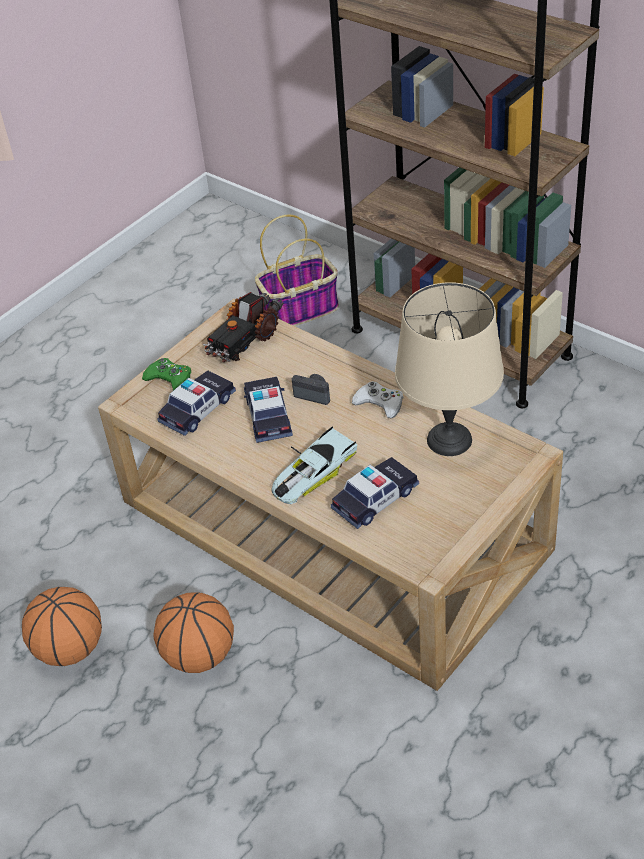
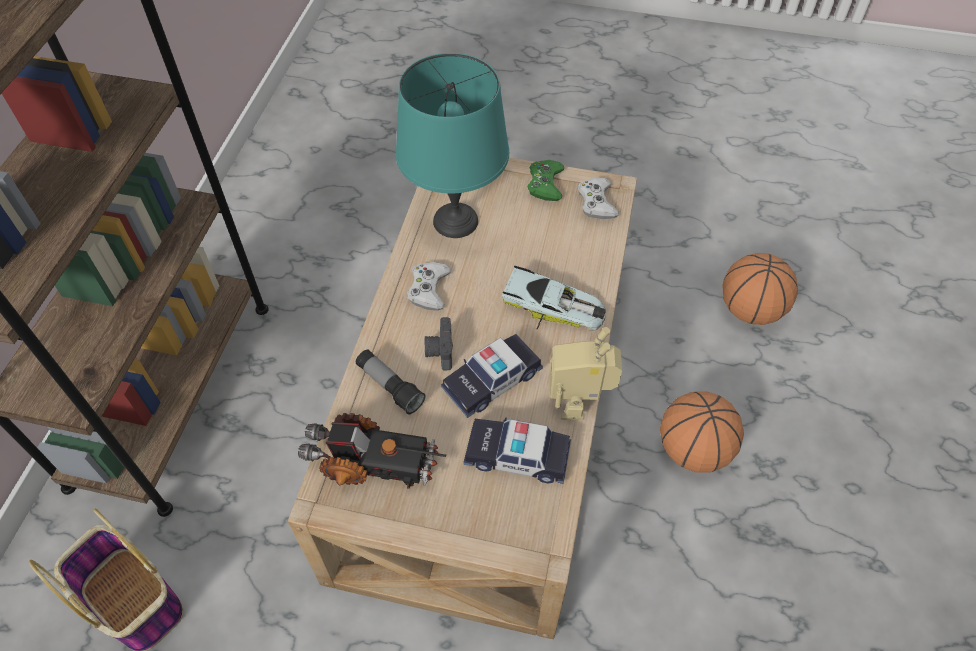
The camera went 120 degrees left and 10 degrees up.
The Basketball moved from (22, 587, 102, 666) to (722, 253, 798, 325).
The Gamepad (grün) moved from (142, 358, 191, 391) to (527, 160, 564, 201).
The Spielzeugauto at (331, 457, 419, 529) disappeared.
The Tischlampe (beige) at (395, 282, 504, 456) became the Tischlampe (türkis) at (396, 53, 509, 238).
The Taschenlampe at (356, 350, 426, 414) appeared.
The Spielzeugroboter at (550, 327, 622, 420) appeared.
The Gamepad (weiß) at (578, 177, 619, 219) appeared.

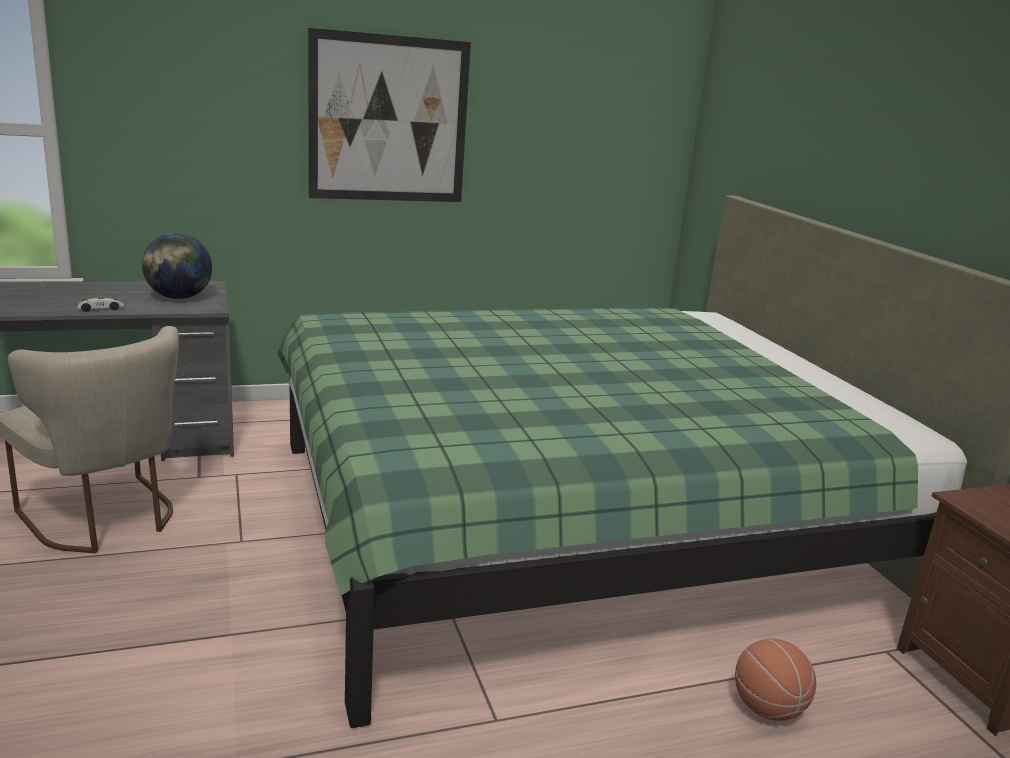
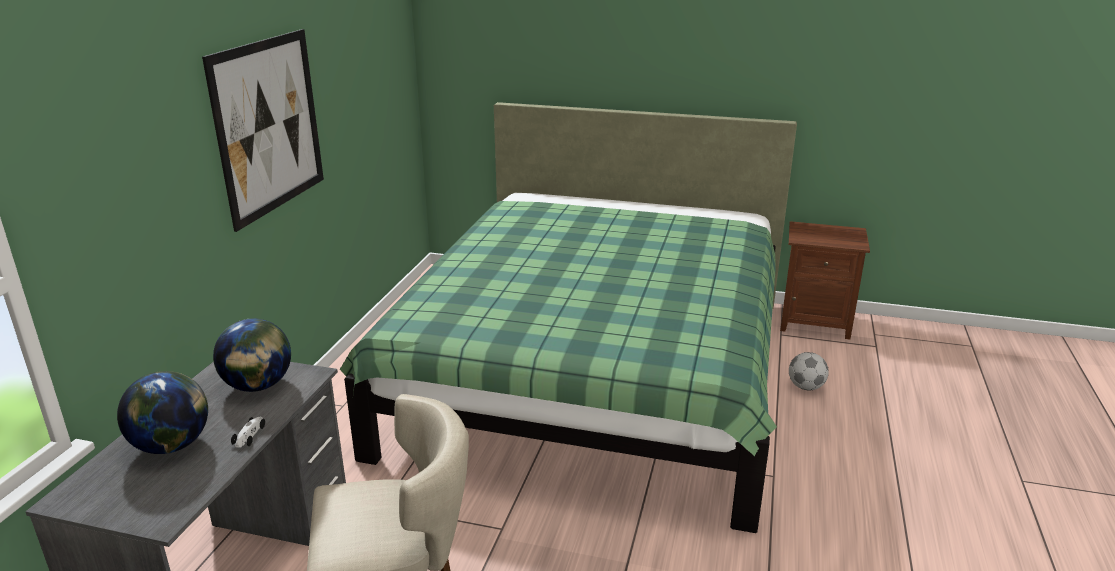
The camera went 55 degrees left and 5 degrees up.
The Basketball at (735, 638, 816, 721) was replaced by the Fußball at (789, 352, 829, 391).
The Globus at (117, 371, 208, 454) appeared.

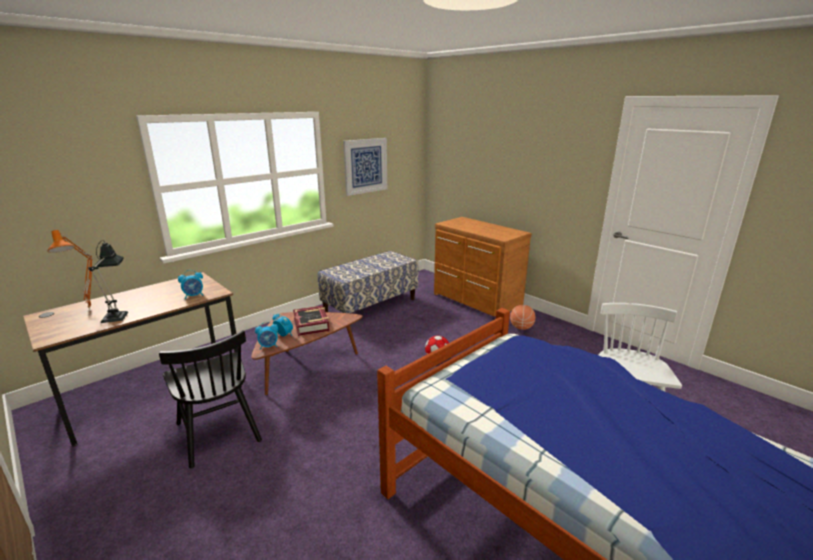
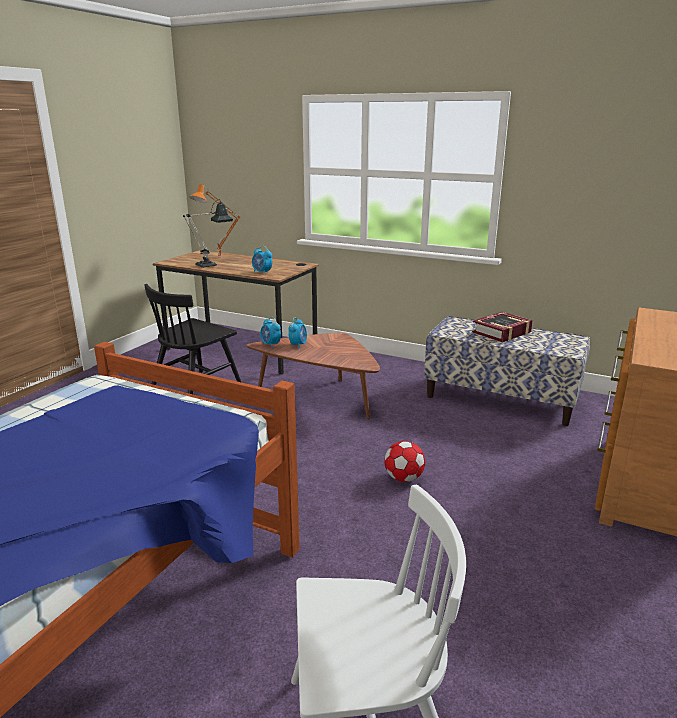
The camera went 70 degrees right and 0 degrees up.
The Buch moved from (293, 306, 330, 336) to (472, 312, 533, 342).
The Bild at (343, 138, 387, 196) disappeared.
The Basketball at (510, 305, 536, 330) disappeared.

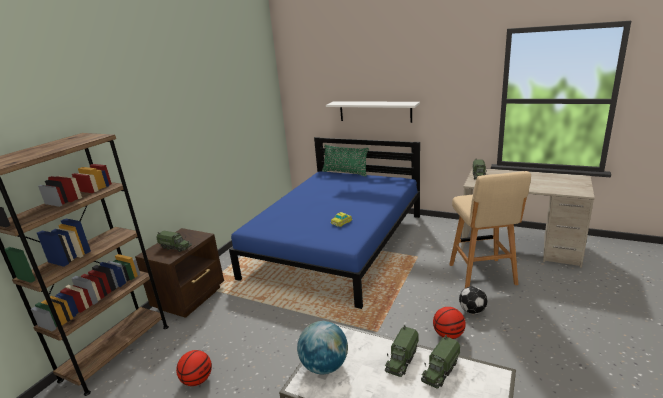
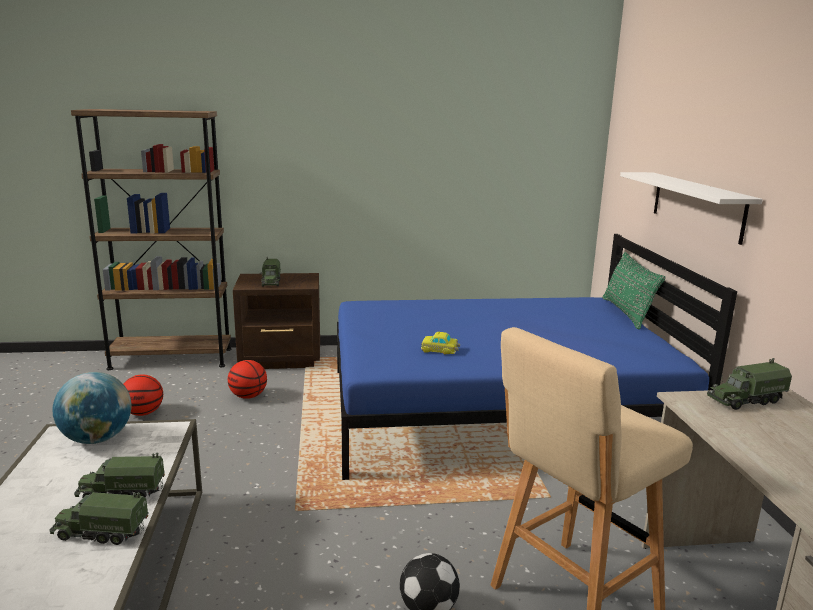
The camera went 55 degrees right and 5 degrees down.
The Basketball moved from (433, 307, 466, 339) to (228, 360, 267, 399).

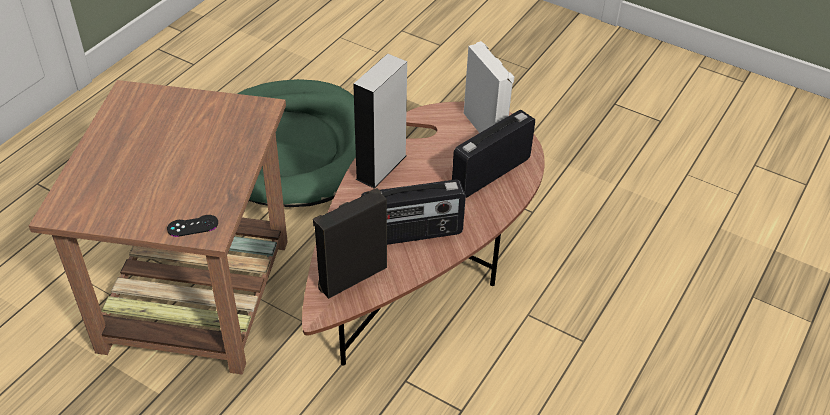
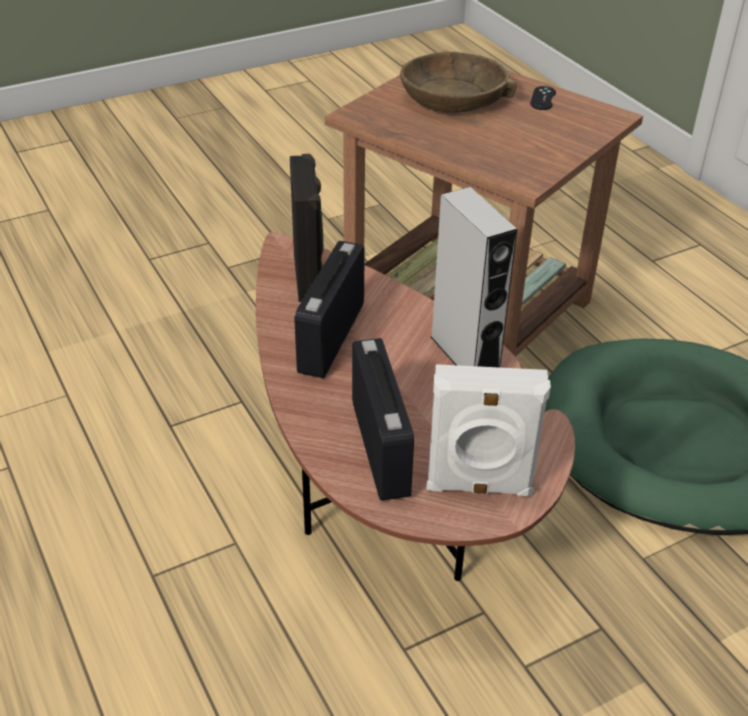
The camera went 120 degrees right and 5 degrees down.
The Gamepad (schwarz) moved from (167, 215, 218, 237) to (530, 86, 556, 110).
The Schüssel (braun) at (400, 52, 517, 113) appeared.

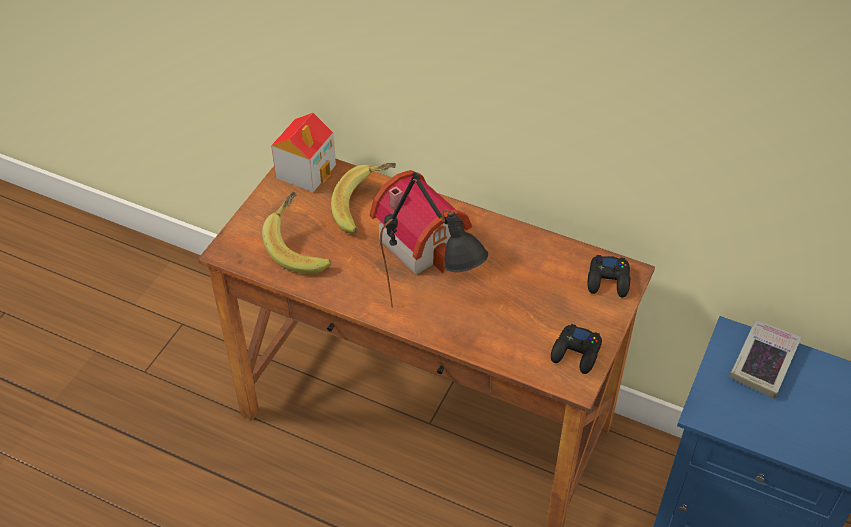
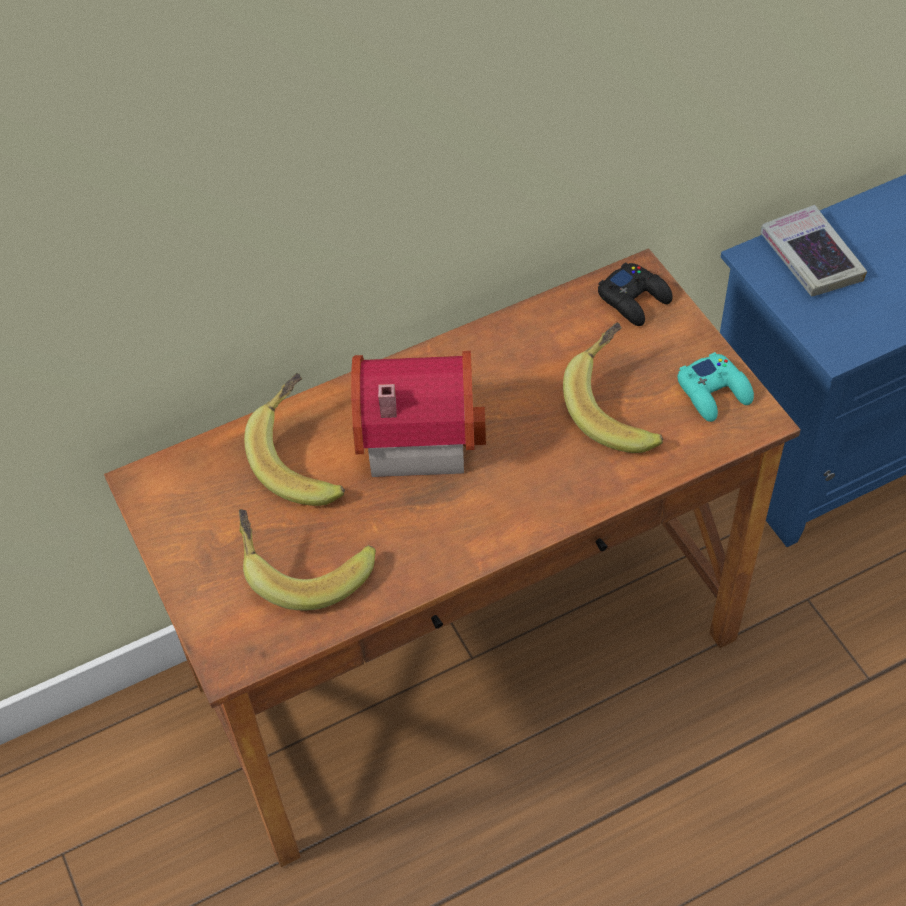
The camera went 50 degrees left and 5 degrees up.
The Spielzeughaus at (271, 113, 336, 192) disappeared.
The Tischlampe (schwarz) at (380, 172, 488, 308) disappeared.
The Gamepad (schwarz) at (551, 324, 602, 374) became the Gamepad (türkis) at (677, 352, 754, 422).
The Banane at (563, 322, 663, 453) appeared.

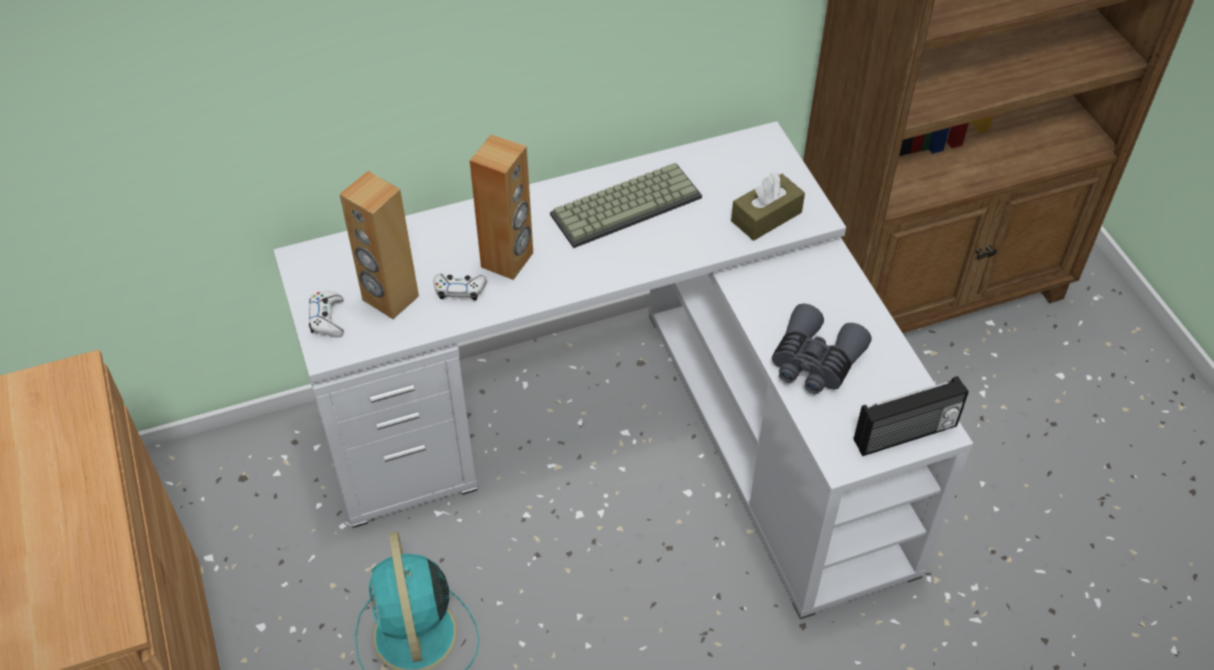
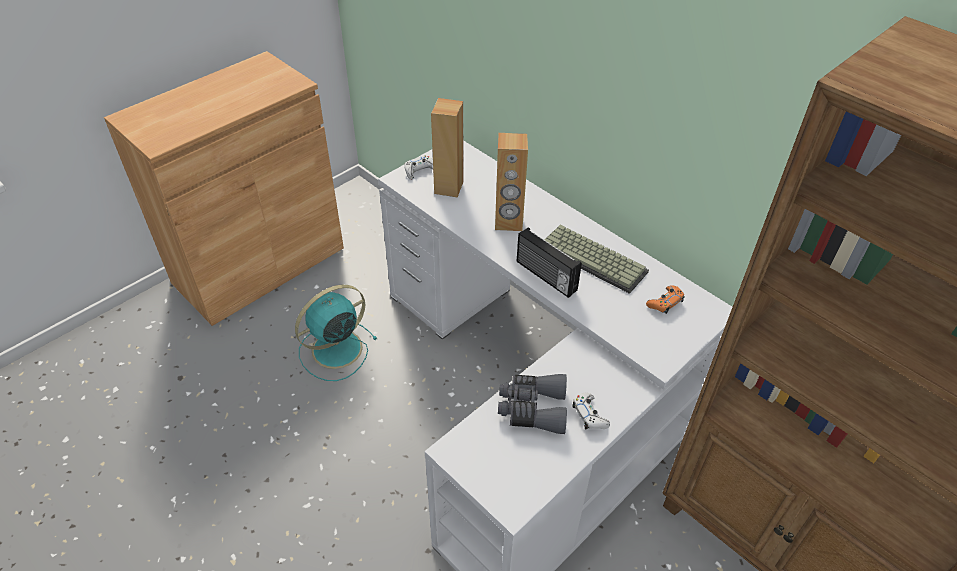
The camera went 65 degrees right and 5 degrees down.
The Gamepad (weiß) moved from (433, 274, 487, 301) to (572, 393, 610, 429).
The Taschentuchbox (braun) at (731, 173, 805, 241) disappeared.
The Radio moved from (854, 376, 969, 456) to (517, 227, 582, 298).
The Gamepad (orange) at (646, 286, 685, 314) appeared.

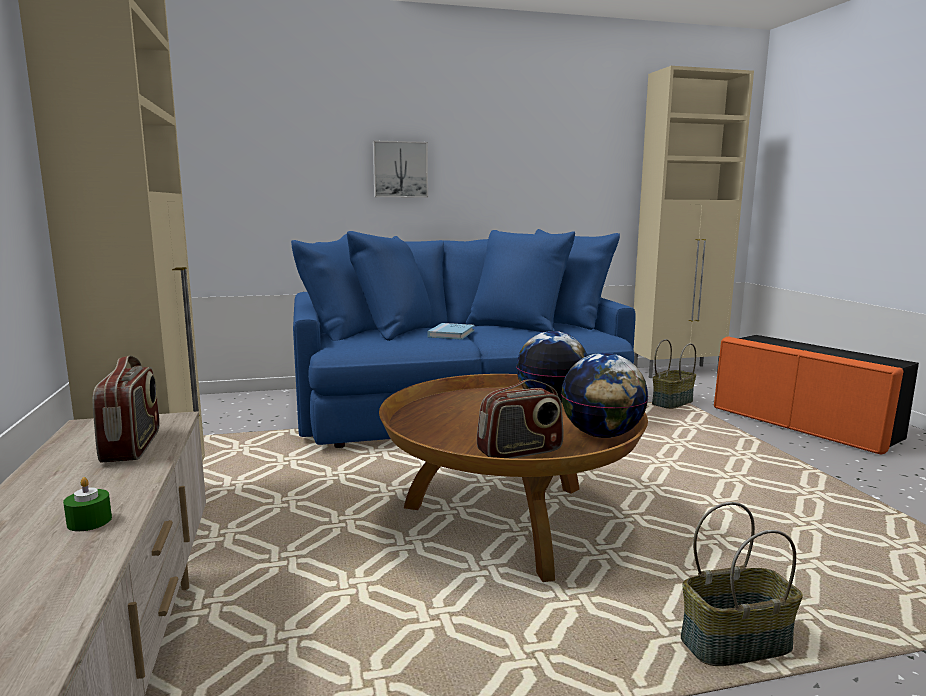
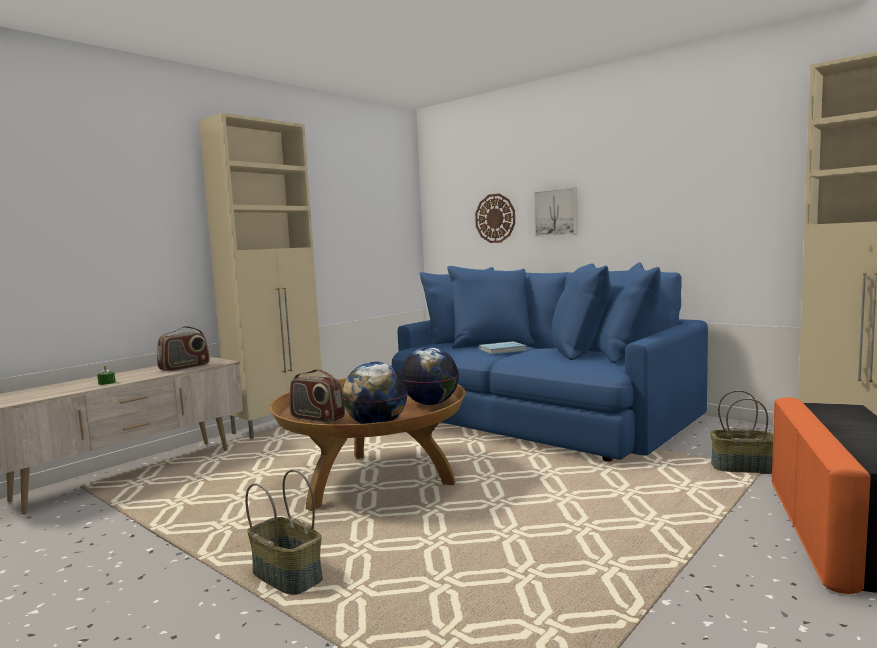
The camera went 55 degrees right and 5 degrees down.
The Wanduhr at (475, 194, 515, 243) appeared.

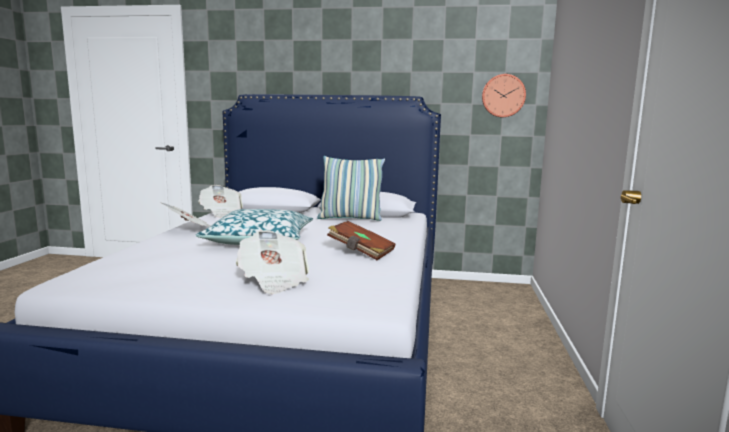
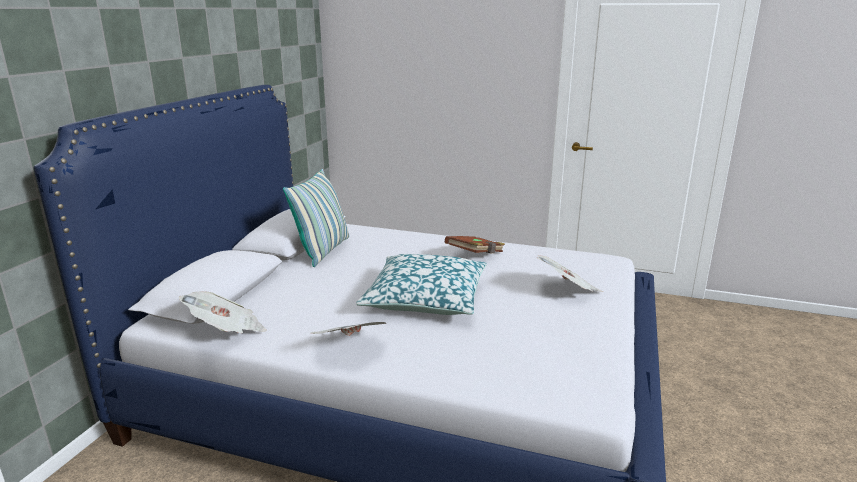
The camera went 80 degrees left and 10 degrees up.
The Wanduhr at (482, 74, 526, 117) disappeared.

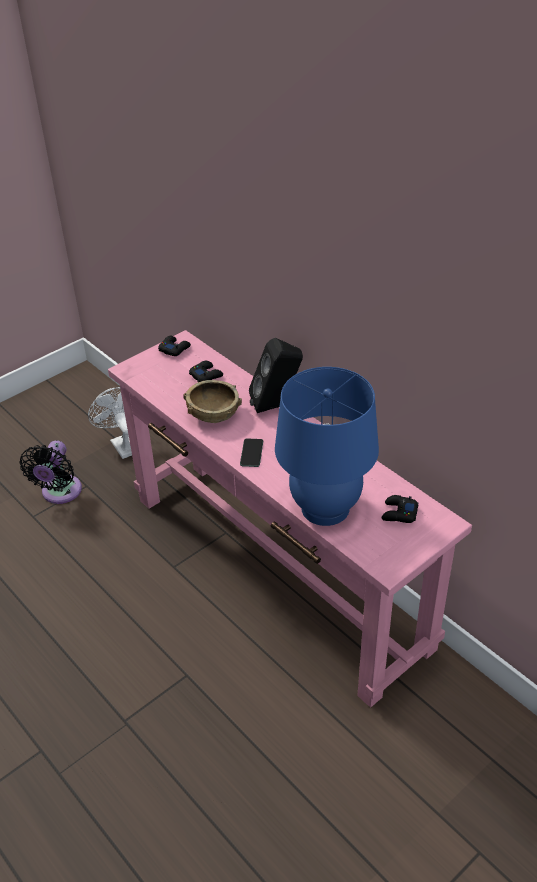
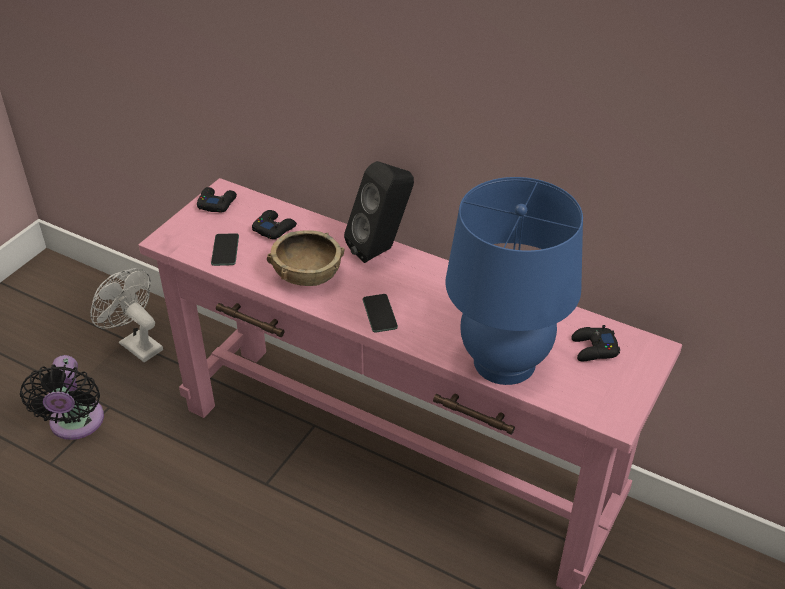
The camera went 20 degrees left and 0 degrees up.
The Handy at (211, 233, 239, 266) appeared.

